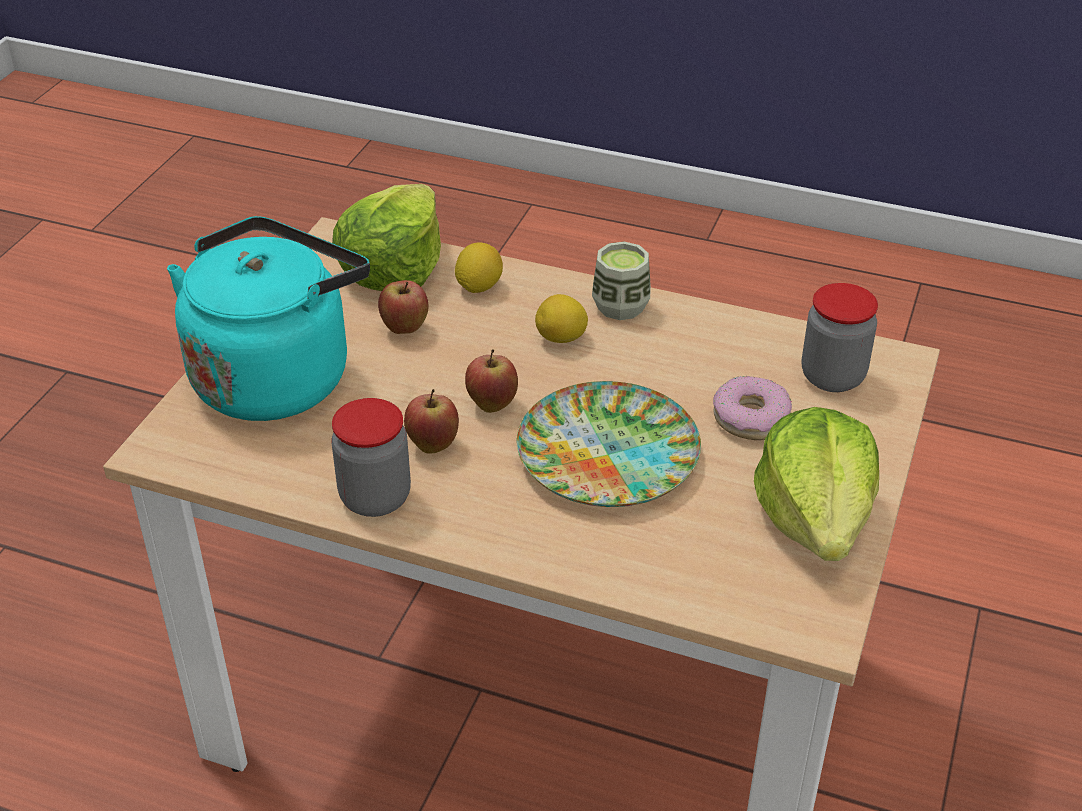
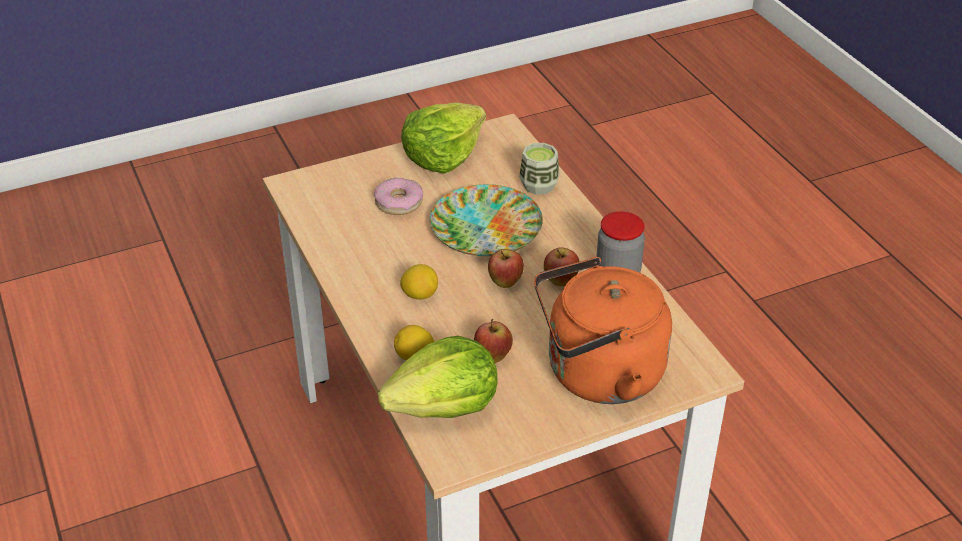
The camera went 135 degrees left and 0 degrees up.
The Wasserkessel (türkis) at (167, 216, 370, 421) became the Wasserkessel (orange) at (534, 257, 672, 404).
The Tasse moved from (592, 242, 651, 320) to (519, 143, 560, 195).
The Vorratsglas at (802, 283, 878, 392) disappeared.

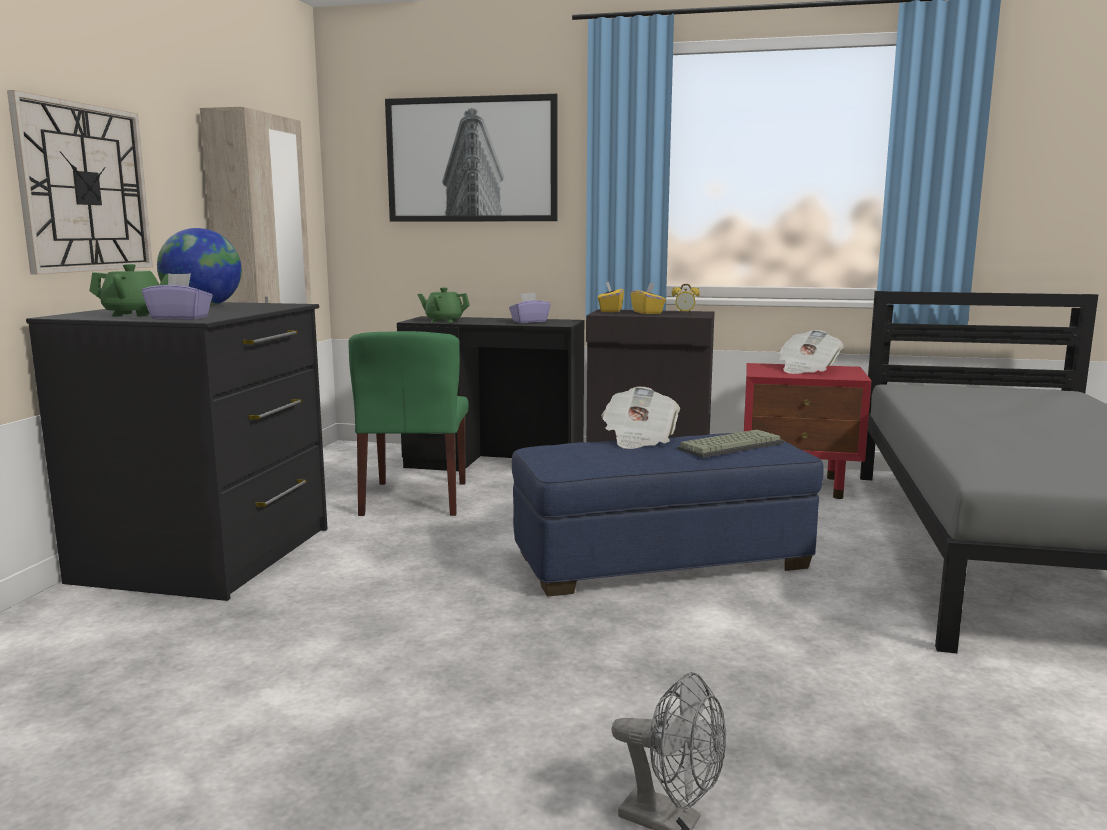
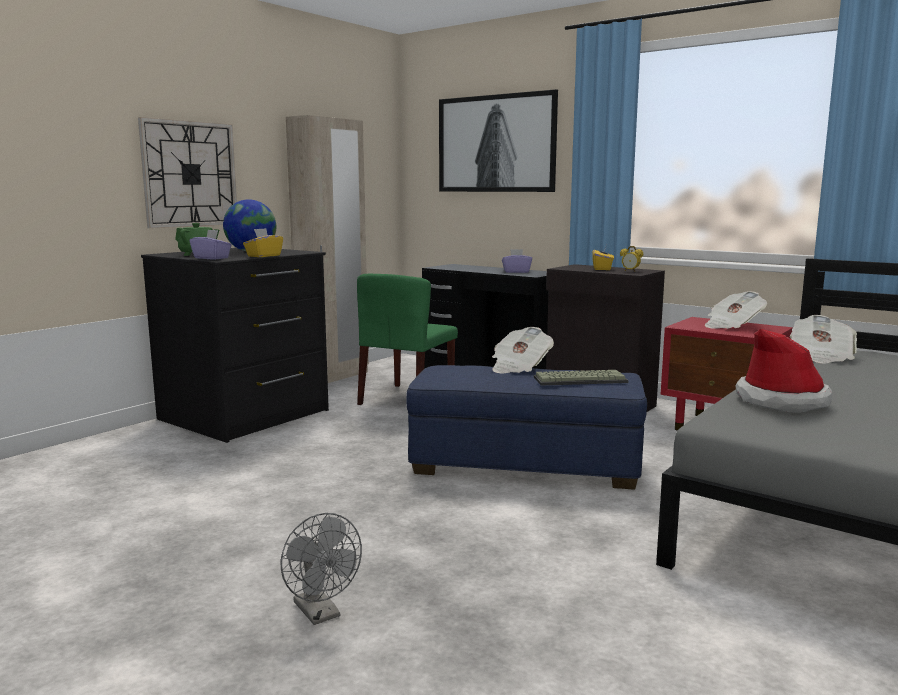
The camera went 25 degrees right and 0 degrees up.
The Teekanne (grün) at (417, 287, 470, 323) disappeared.
The Taschentuchbox (gelb) moved from (598, 282, 624, 312) to (243, 228, 283, 257).
The Hut at (735, 329, 832, 413) appeared.
The Zeitung at (790, 315, 857, 364) appeared.

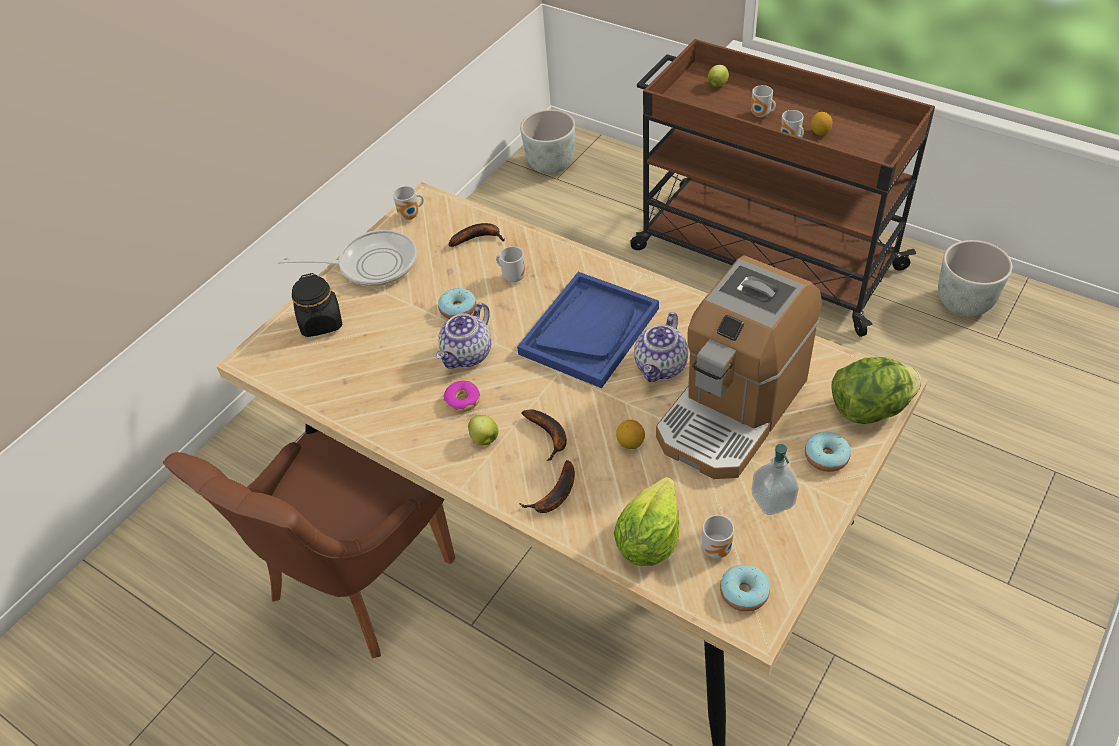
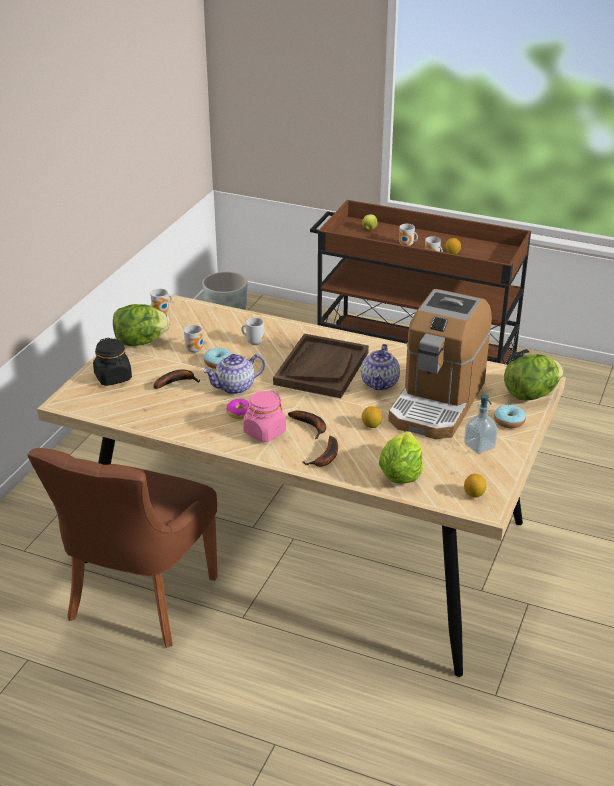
The camera went 15 degrees left and 15 degrees down.
The Pfanne at (278, 230, 417, 287) was replaced by the Salatkopf at (113, 304, 170, 346).
The Teekanne at (436, 303, 491, 369) turned 45 degrees clockwise.
The Banane moved from (449, 223, 505, 247) to (154, 370, 200, 389).
The Apfel at (468, 415, 498, 445) was replaced by the Vorratsglas (rosa) at (243, 391, 286, 442).
The Tablett (blau) at (517, 272, 659, 388) became the Tablett (braun) at (273, 334, 369, 398).
The Henkelbecher moved from (702, 515, 734, 559) to (184, 325, 203, 353).
The Donut at (720, 565, 770, 612) was replaced by the Zitrone at (464, 474, 487, 498).
The Pflanzkübel (grau) at (938, 240, 1012, 316) disappeared.

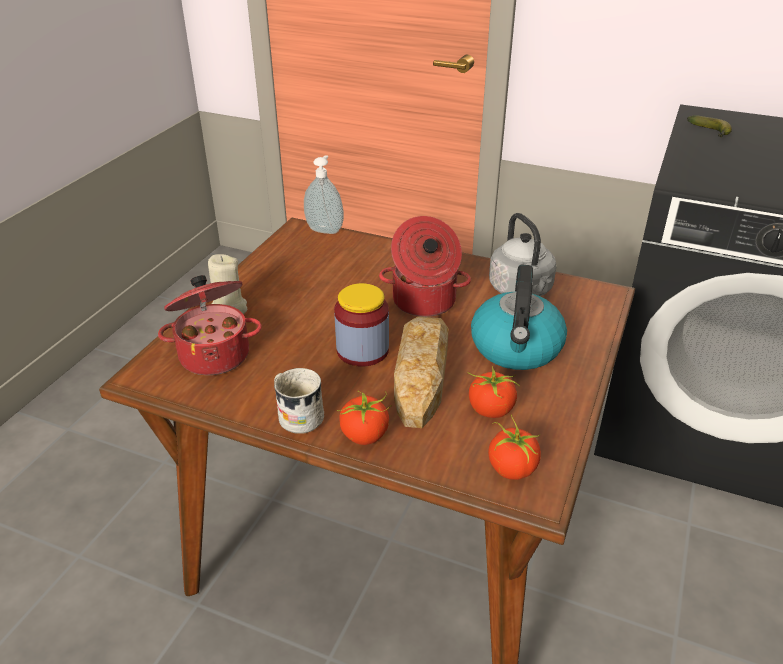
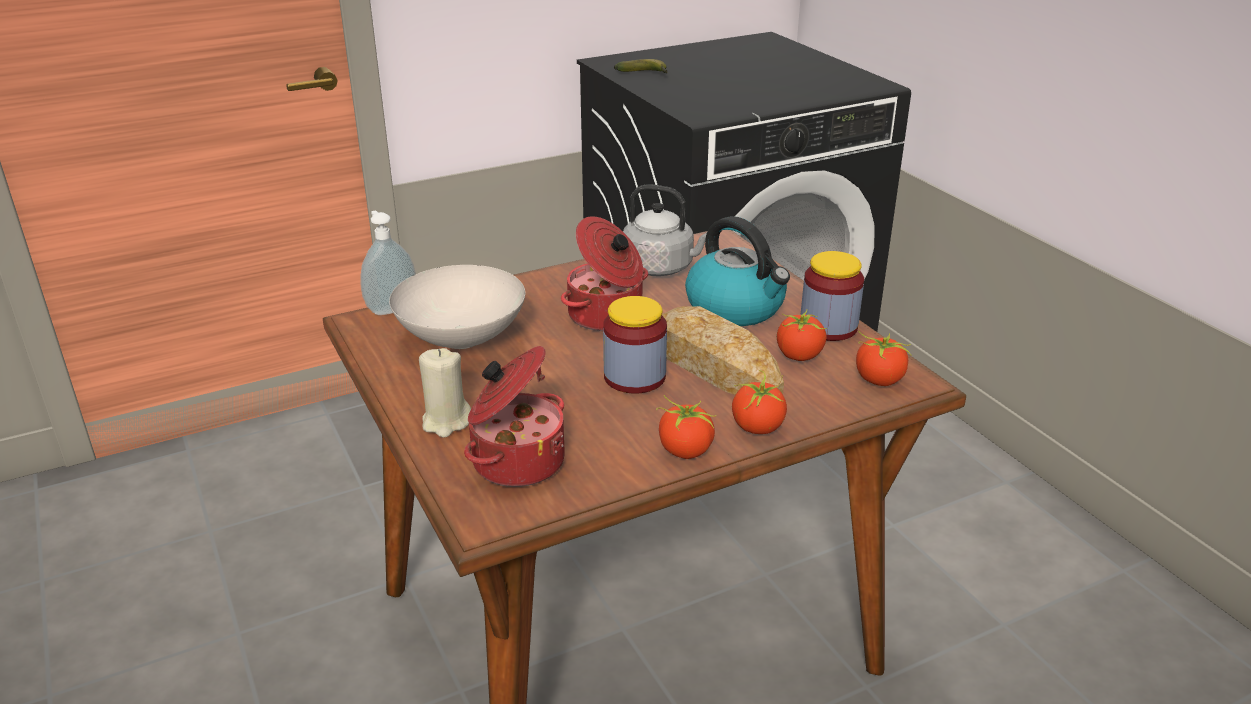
The camera went 50 degrees left and 5 degrees down.
The Henkelbecher (weiß) at (274, 368, 324, 434) was replaced by the Tomate at (656, 395, 717, 459).
The Schüssel (weiß) at (389, 265, 525, 349) appeared.
The Vorratsglas at (801, 251, 864, 341) appeared.

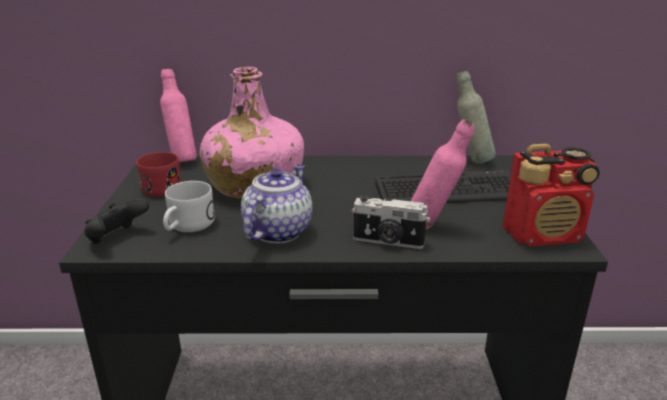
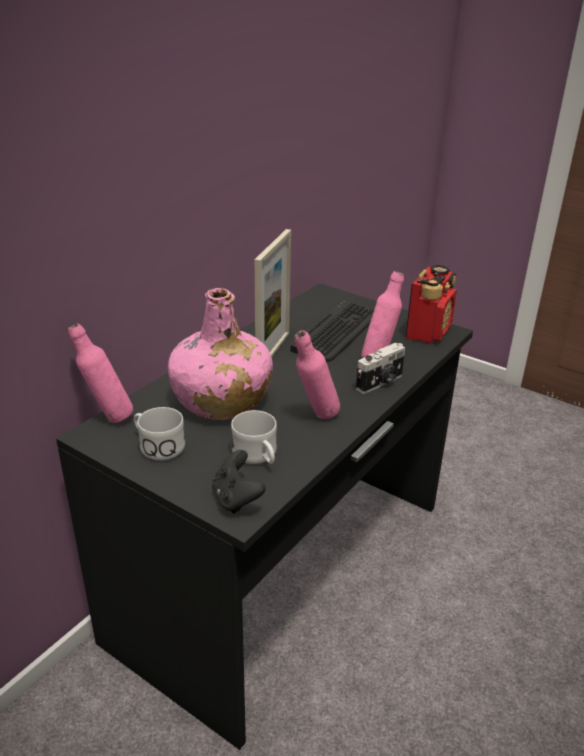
The camera went 55 degrees left and 5 degrees up.
The Henkelbecher (rot) at (136, 152, 182, 197) became the Henkelbecher (weiß) at (134, 407, 185, 461).
The Teekanne at (241, 164, 312, 243) was replaced by the Flasche (rosa) at (295, 330, 340, 419).
The Flasche (grau) at (457, 71, 495, 164) disappeared.
The Bilderrahmen at (255, 229, 291, 357) appeared.

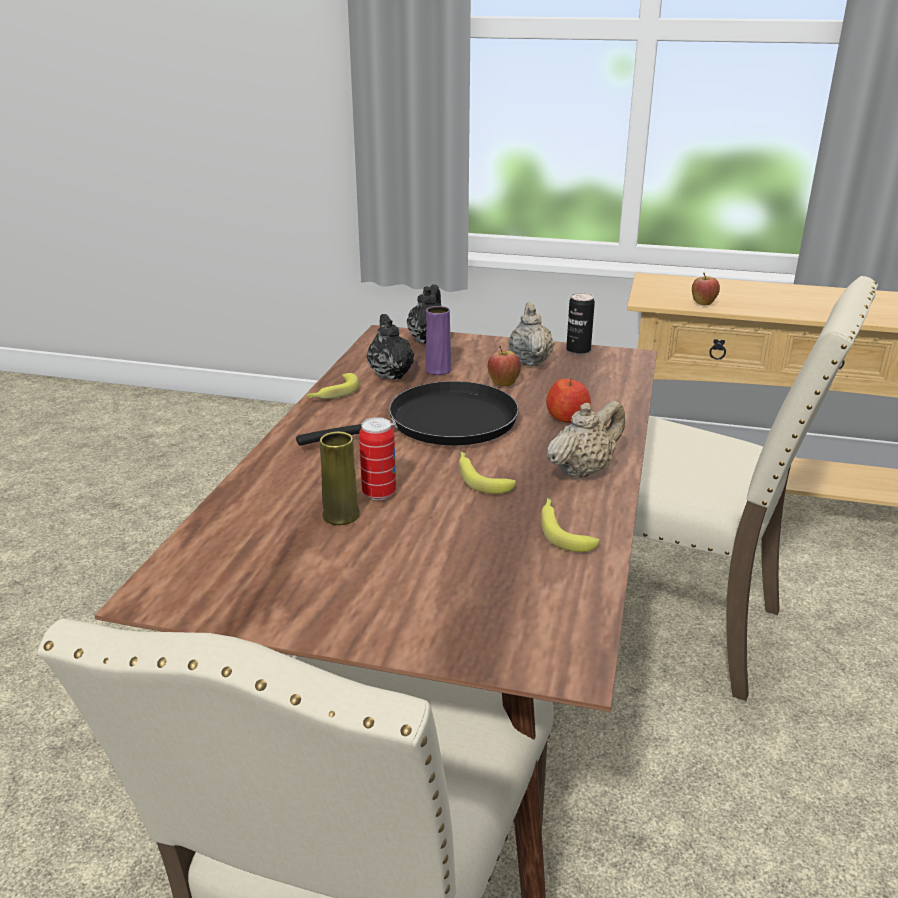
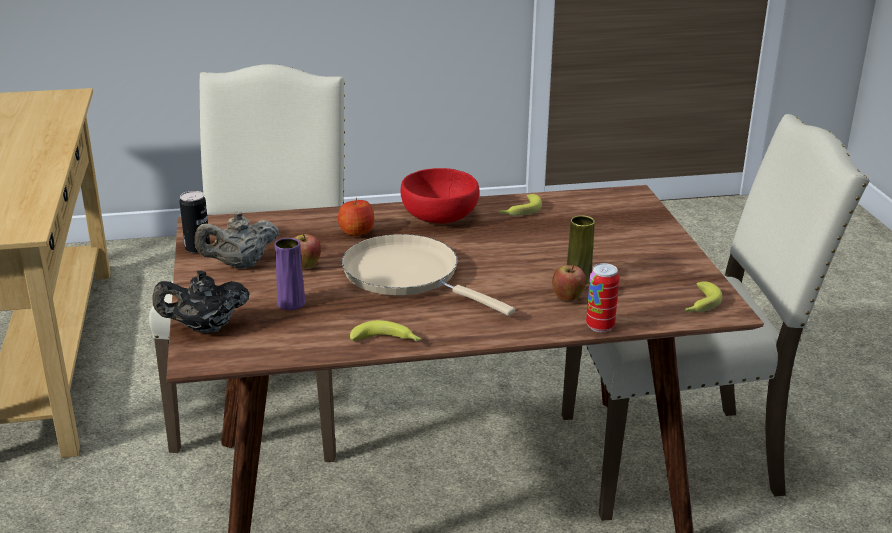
The camera went 115 degrees left and 0 degrees up.
The Pfanne (schwarz) at (296, 381, 519, 446) became the Pfanne (beige) at (342, 234, 515, 316).
The Dose moved from (359, 417, 396, 500) to (586, 263, 619, 332).
The Teekanne (schwarz) at (367, 314, 414, 380) disappeared.
The Banane moved from (459, 452, 516, 494) to (685, 281, 722, 313).
The Teekanne (beige) at (547, 401, 625, 480) was replaced by the Schüssel (rot) at (401, 168, 479, 223).
The Apfel moved from (692, 273, 720, 306) to (552, 265, 586, 301).

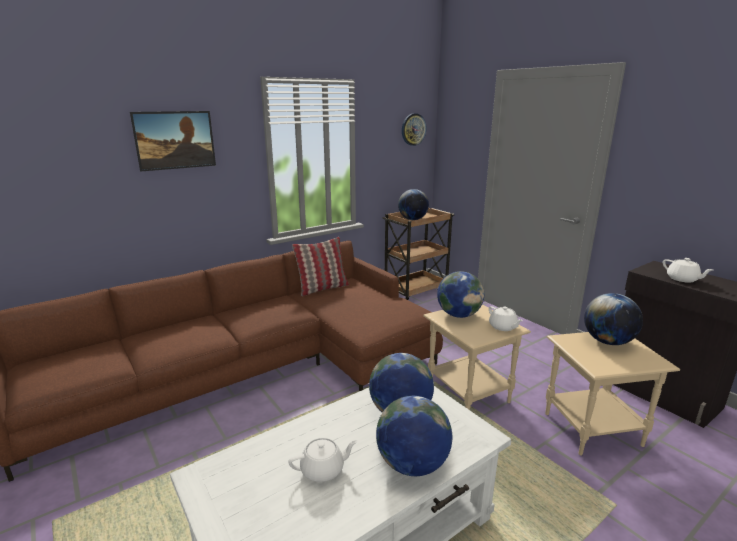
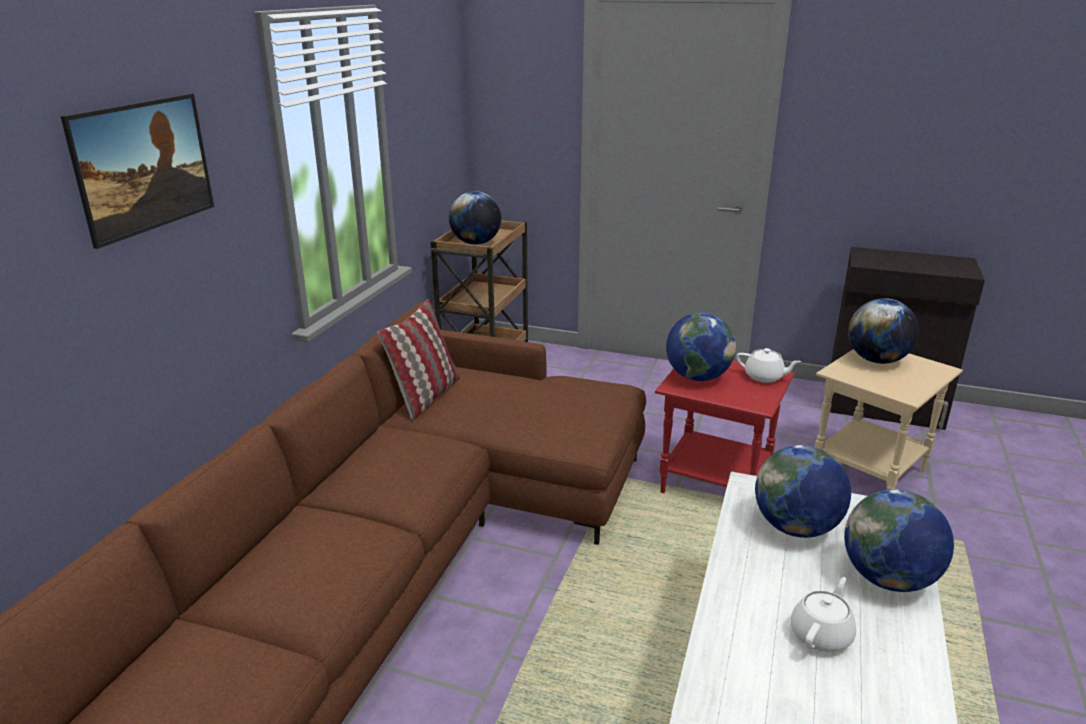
The camera went 35 degrees left and 5 degrees up.
The Wanduhr at (402, 113, 427, 146) disappeared.
The Beistelltisch (beige) at (423, 304, 531, 410) became the Beistelltisch (rot) at (655, 360, 795, 493).
The Teekanne (weiß) at (663, 258, 712, 283) disappeared.

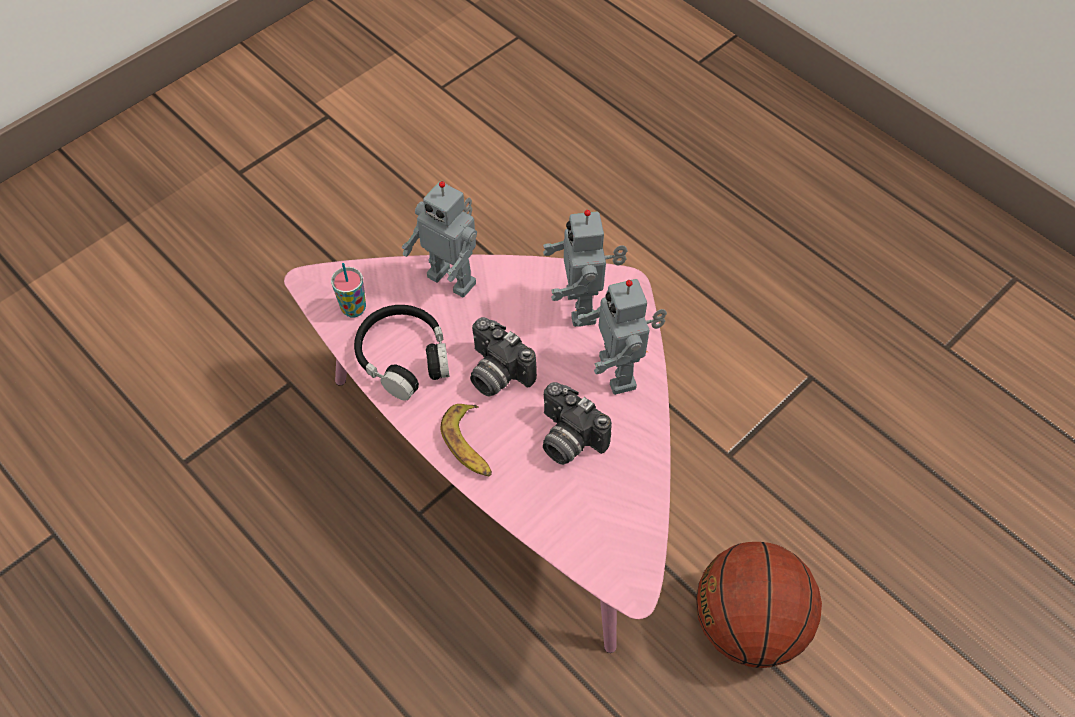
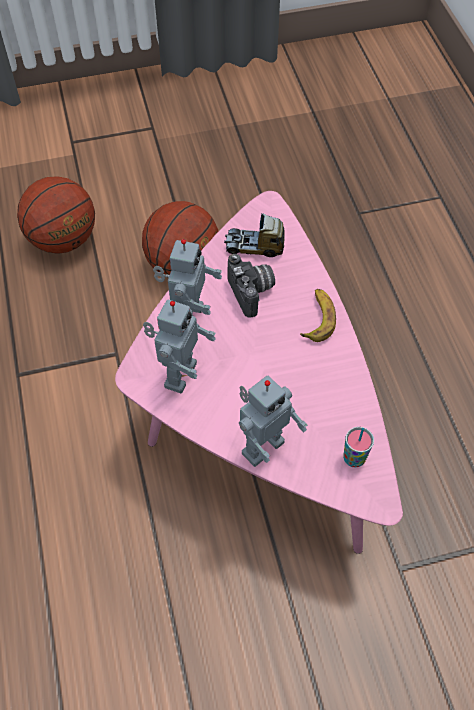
The camera went 150 degrees left and 0 degrees up.
The Kopfhörer (schwarz) at (354, 305, 450, 401) disappeared.
The Spielzeugroboter at (401, 181, 477, 297) turned 75 degrees clockwise.
The Kamera at (470, 317, 537, 397) disappeared.
The Basketball at (17, 176, 95, 254) appeared.
The Spielzeuglaster at (224, 213, 285, 257) appeared.

